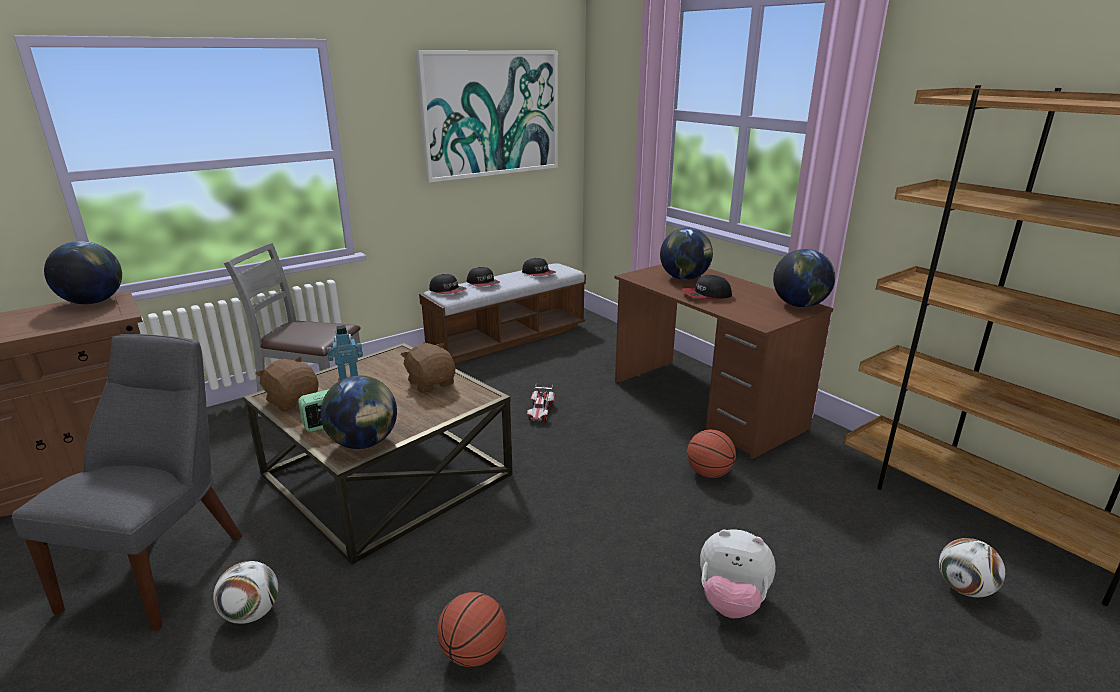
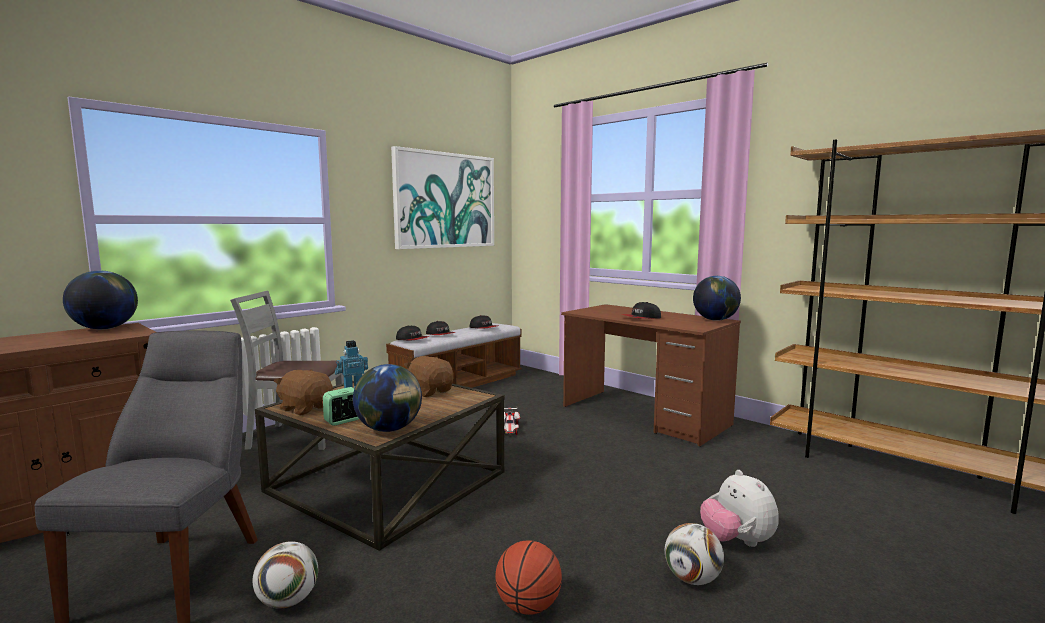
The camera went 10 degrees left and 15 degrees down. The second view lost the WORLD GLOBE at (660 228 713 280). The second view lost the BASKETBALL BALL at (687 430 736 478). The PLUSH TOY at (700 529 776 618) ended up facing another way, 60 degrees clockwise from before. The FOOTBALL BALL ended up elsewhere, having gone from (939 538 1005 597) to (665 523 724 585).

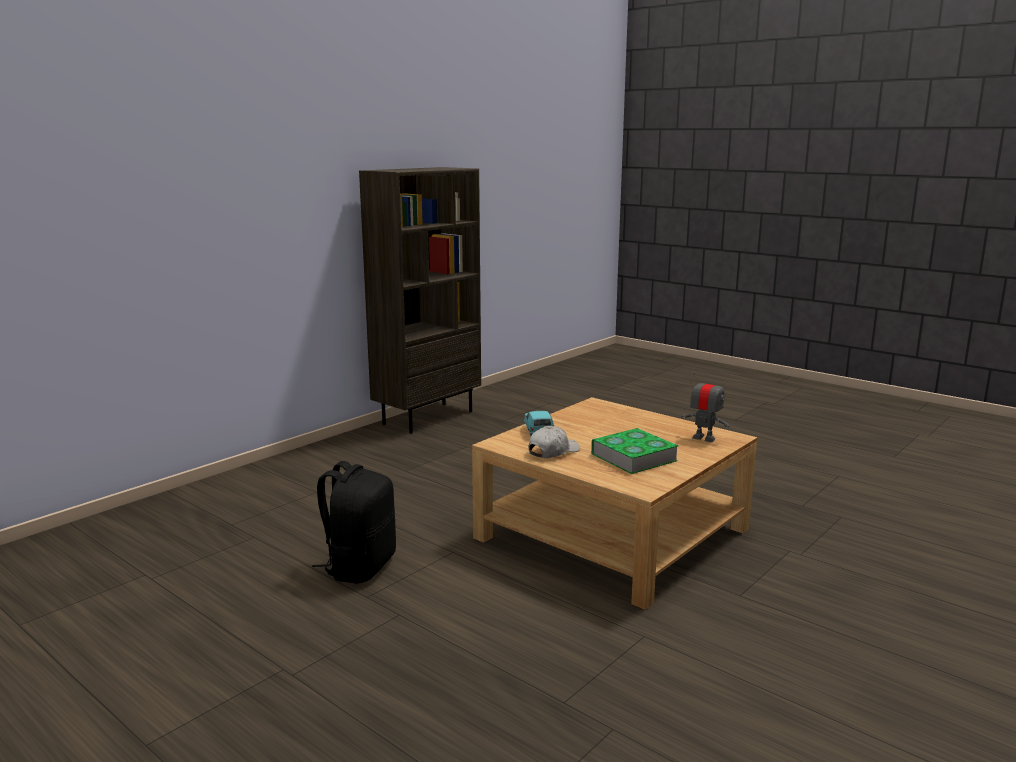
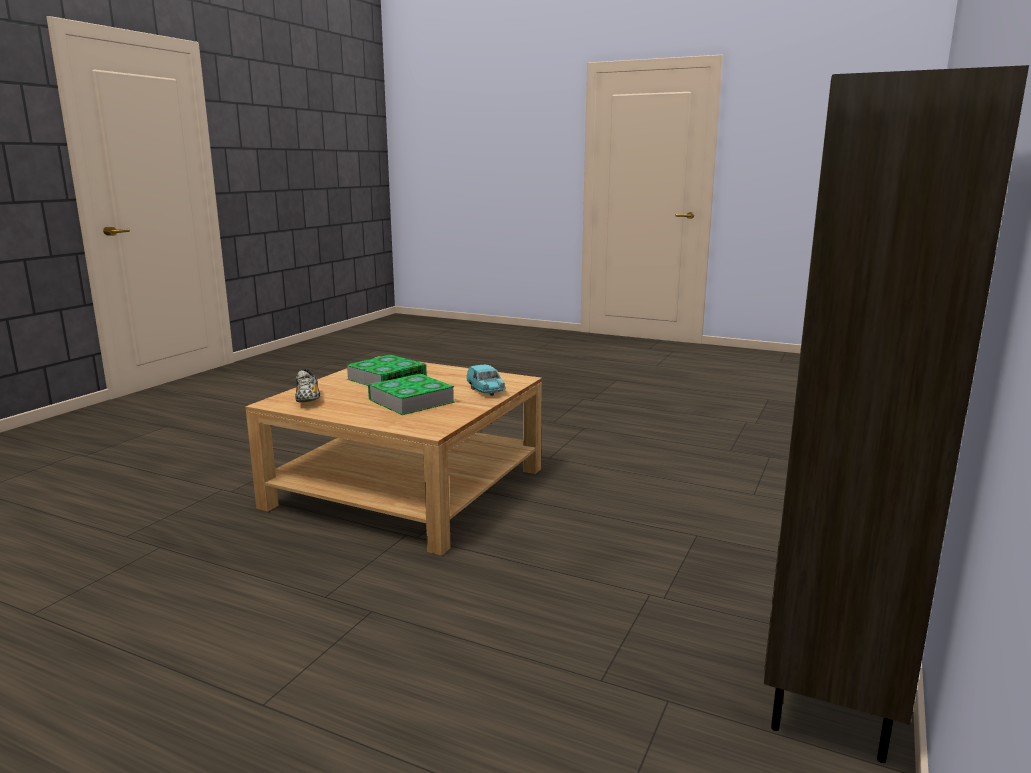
The camera went 165 degrees right and 0 degrees up. Where the TOY ROBOT stood at (681 373 730 442), the ITEM OF FOOTWEAR came to stand at (295 368 320 403). The second view lost the WHITISH PEAKED CAP at (529 426 580 458). The second view lost the BLACK BACKPACK at (312 461 396 583). The second view gained the BOUND BOOK at (368 374 455 415).

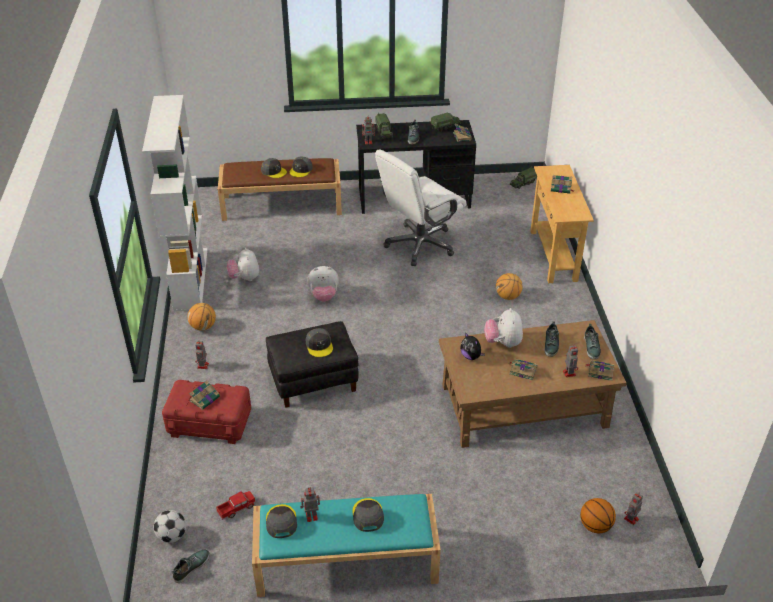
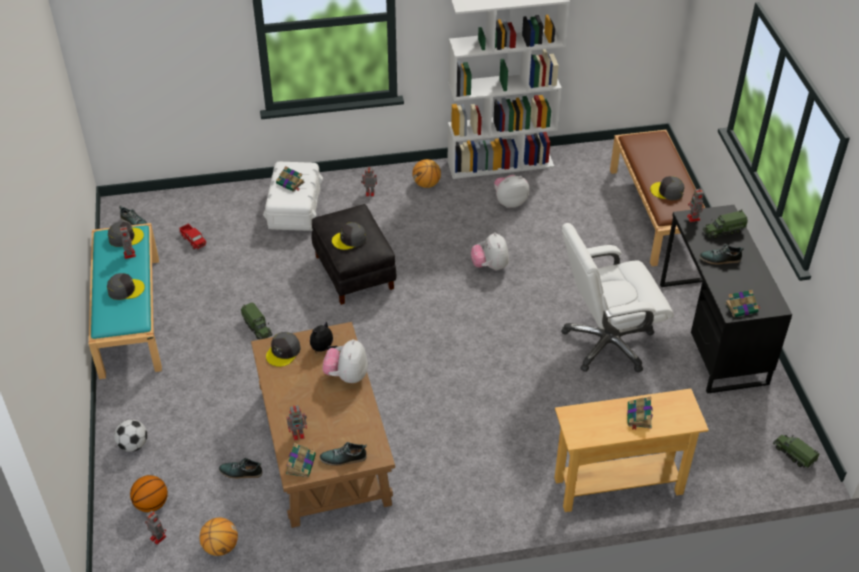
The camera went 85 degrees right and 5 degrees up. The MODEL TRUCK ended up elsewhere, having gone from (431 113 461 131) to (241 302 272 340). The WHITISH DESK CHAIR at (375 150 466 266) ended up facing another way, 60 degrees counterclockwise from before. The GRAY PEAKED CAP ended up elsewhere, having gone from (261 158 287 178) to (266 332 301 367). The BASKETBALL BALL ended up elsewhere, having gone from (496 273 523 300) to (199 518 238 556). The PLUSH TOY at (484 308 523 348) ended up facing another way, 75 degrees counterclockwise from before. The ITEM OF FOOTWEAR ended up elsewhere, having gone from (544 321 559 357) to (219 458 262 479). The second view lost the BOUND BOOK at (510 359 538 380). What was the REDDISH STORAGE BOX at (162 380 251 444) turned into the WHITISH STORAGE BOX at (263 162 323 231). The FOOTBALL BALL ended up elsewhere, having gone from (154 510 186 543) to (114 419 147 452).

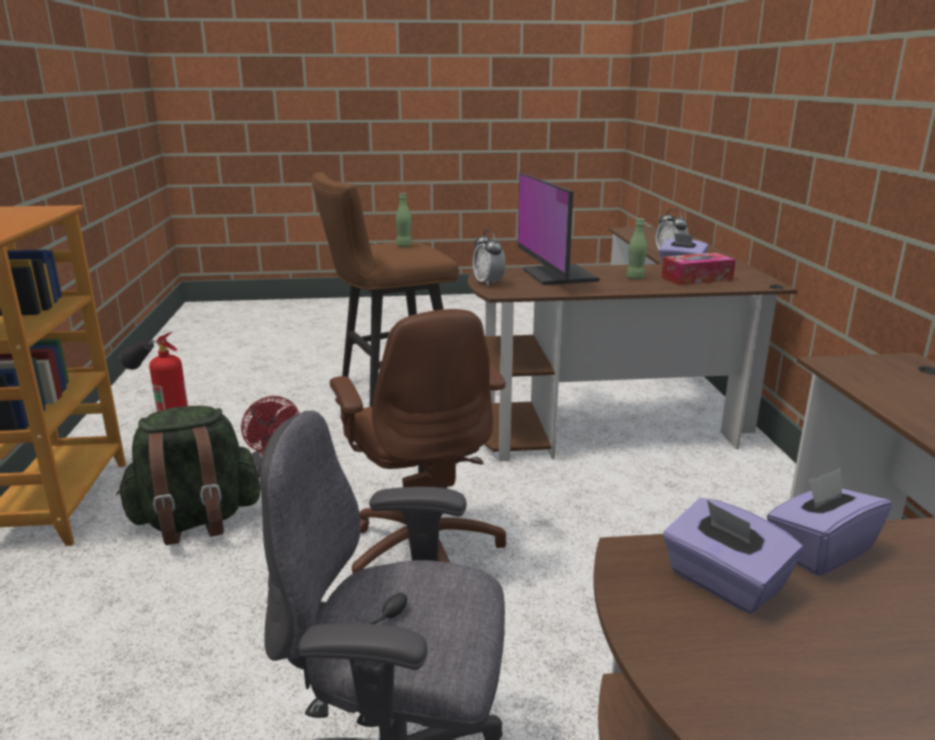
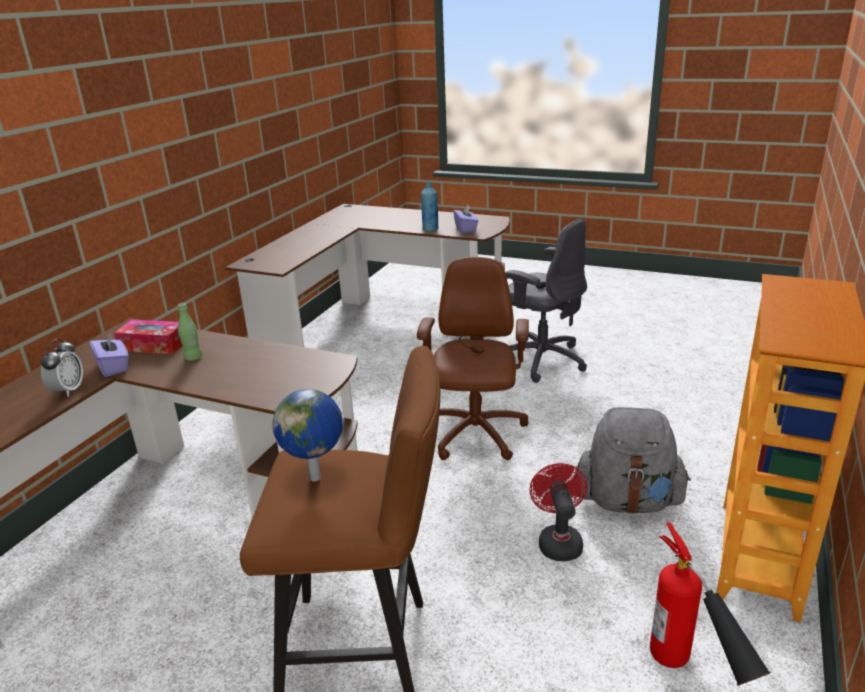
The camera went 150 degrees left and 5 degrees up. The second view lost the MONITOR at (518 173 600 285). Where the GREENISH BOTTLE stood at (396 193 412 247), the WORLD GLOBE came to stand at (272 389 342 482). The second view lost the BEDSIDE CLOCK at (473 230 505 287). What was the GREENISH BACKPACK at (116 406 260 545) turned into the GRAY BACKPACK at (575 407 691 514). Where the PURPLE TISSUE HOLDER stood at (767 468 892 576), the BLUE BOTTLE came to stand at (421 182 439 232).

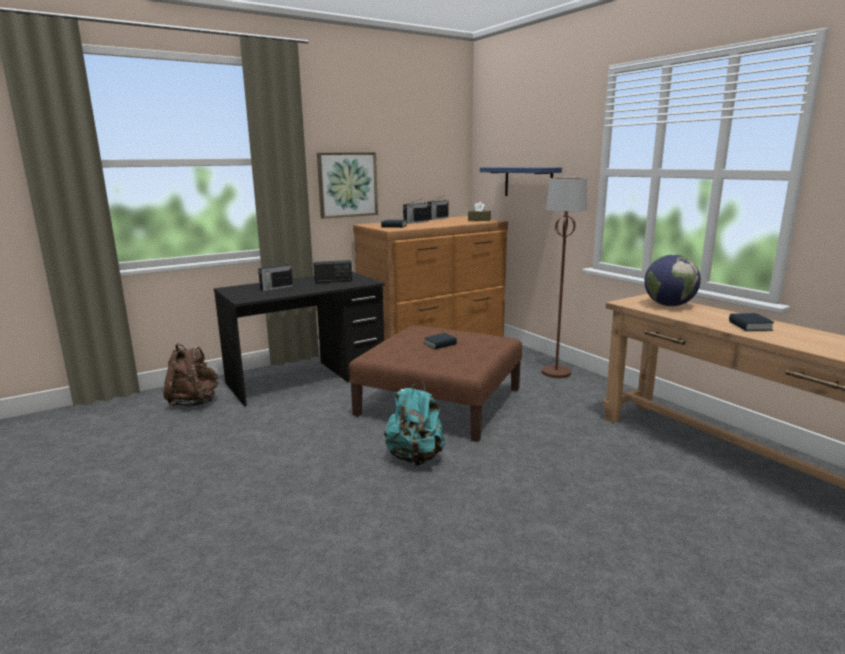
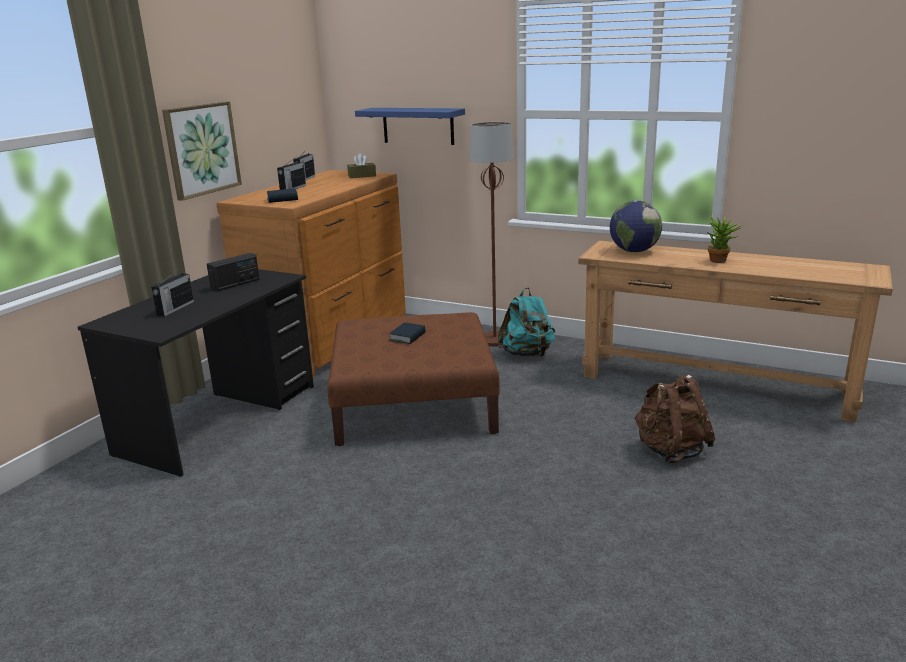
The camera went 30 degrees left and 5 degrees up. Where the BOUND BOOK stood at (729 313 774 331), the POTTED PLANT came to stand at (707 216 743 263). The BROWN BACKPACK ended up elsewhere, having gone from (164 343 218 407) to (635 375 715 464). The TURQUOISE BACKPACK ended up elsewhere, having gone from (384 380 445 466) to (498 288 555 357).

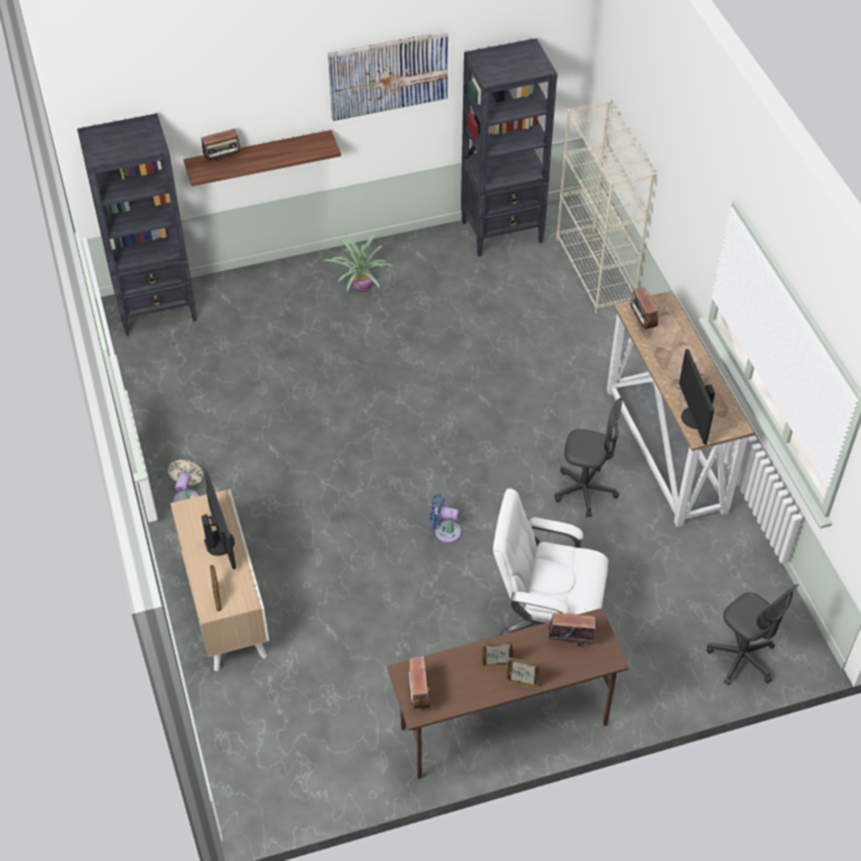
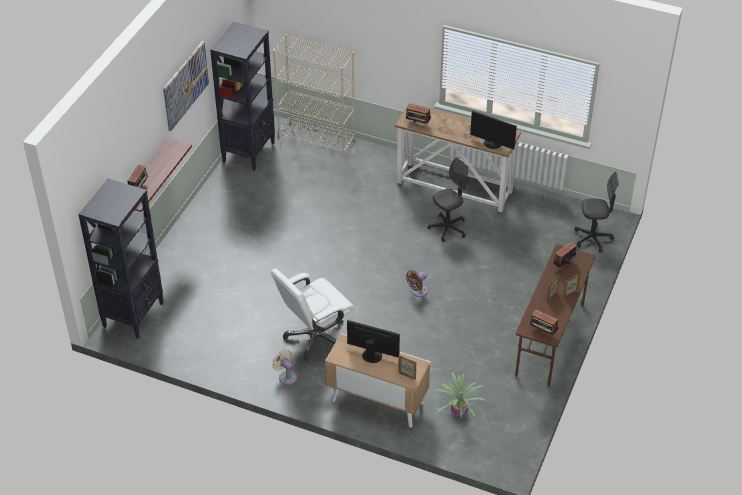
The camera went 50 degrees left and 5 degrees down. The POTTED PLANT ended up elsewhere, having gone from (323 234 393 292) to (435 372 487 418). The WHITISH DESK CHAIR ended up elsewhere, having gone from (493 488 608 636) to (271 269 355 361). What was the BLUE ELECTRIC FAN at (429 494 462 543) turned into the BROWN ELECTRIC FAN at (406 270 428 297).

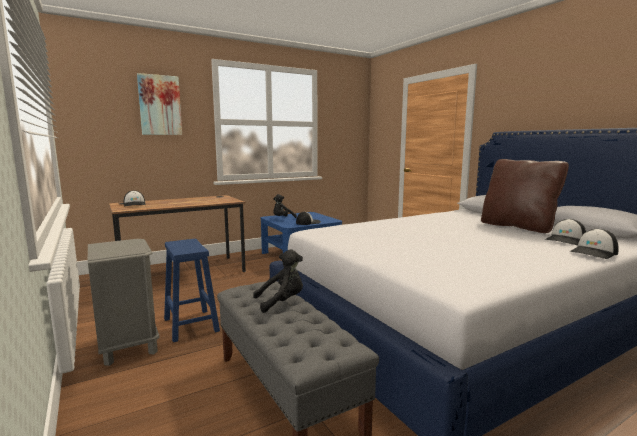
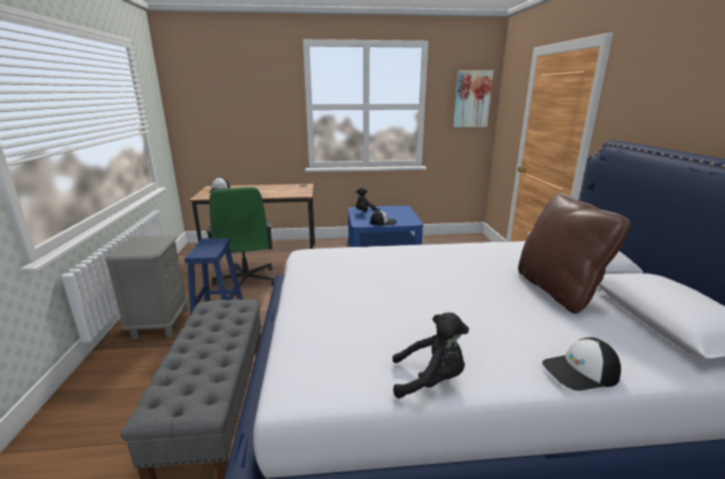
The camera went 25 degrees right and 10 degrees up. The WALL ART ended up elsewhere, having gone from (137 73 182 135) to (454 70 494 127). The second view lost the PEAKED CAP at (545 219 586 245). The BLACK PLUSH TOY ended up elsewhere, having gone from (253 249 303 313) to (393 313 469 398). The second view gained the GREENISH DESK CHAIR at (206 187 275 296).

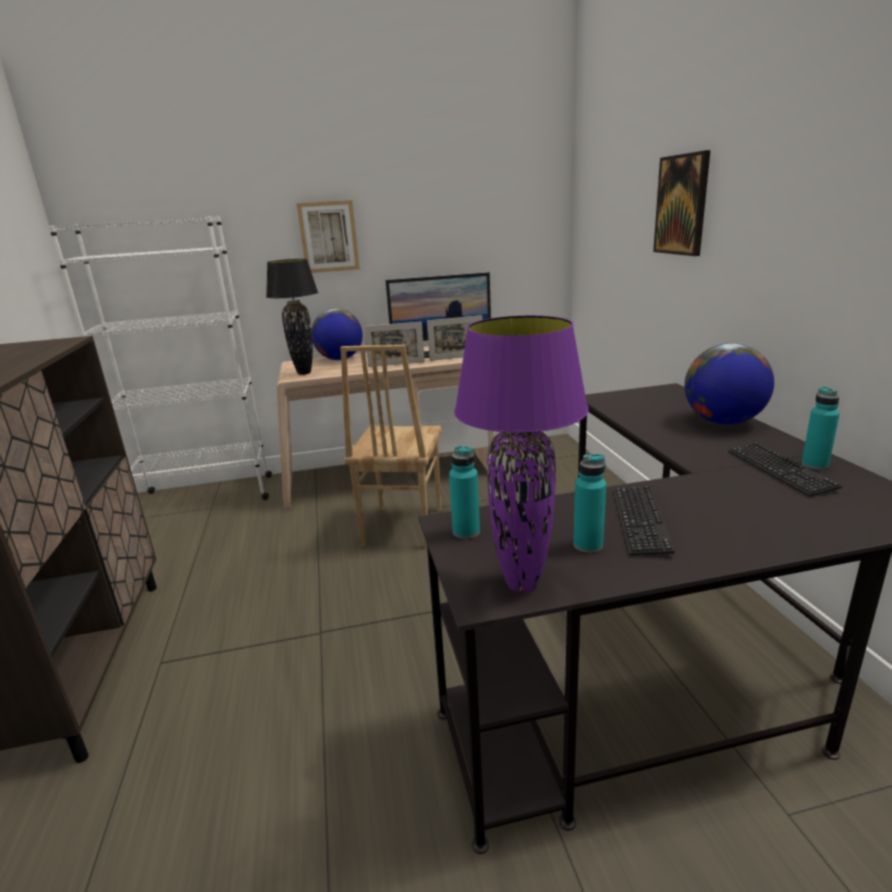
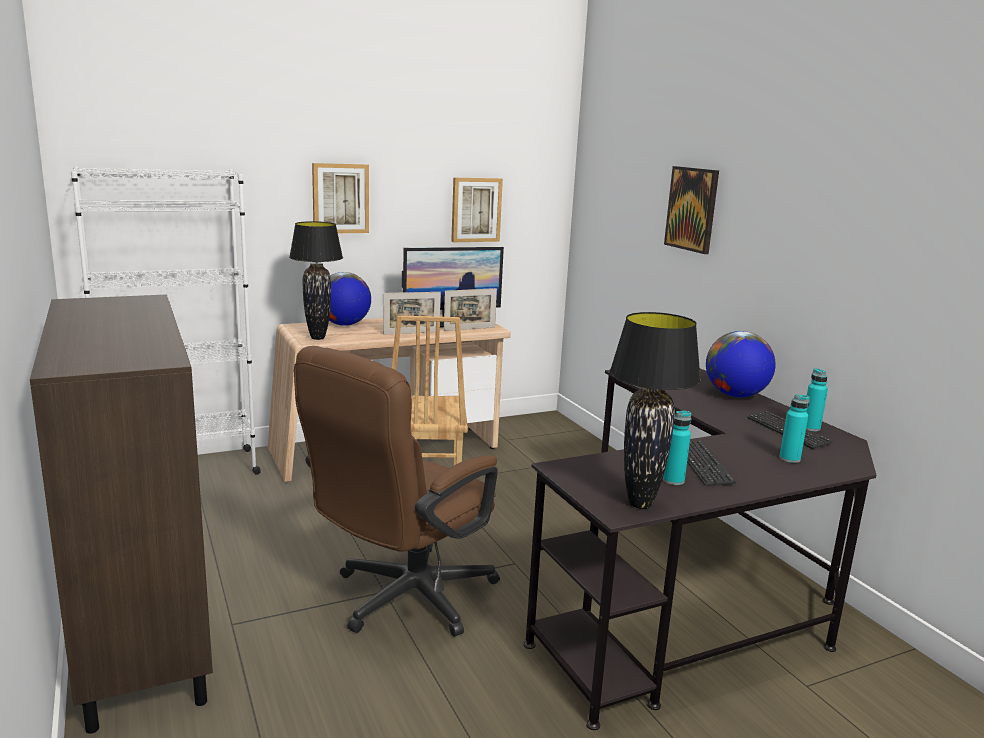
The camera went 15 degrees left and 5 degrees down. What was the PURPLE TABLE LAMP at (454 315 589 593) turned into the BLACK TABLE LAMP at (610 312 701 509). The TURQUOISE BOTTLE ended up elsewhere, having gone from (449 445 480 539) to (779 394 810 463). The second view gained the WALL ART at (451 178 503 242). The second view gained the BROWN DESK CHAIR at (294 346 500 637).

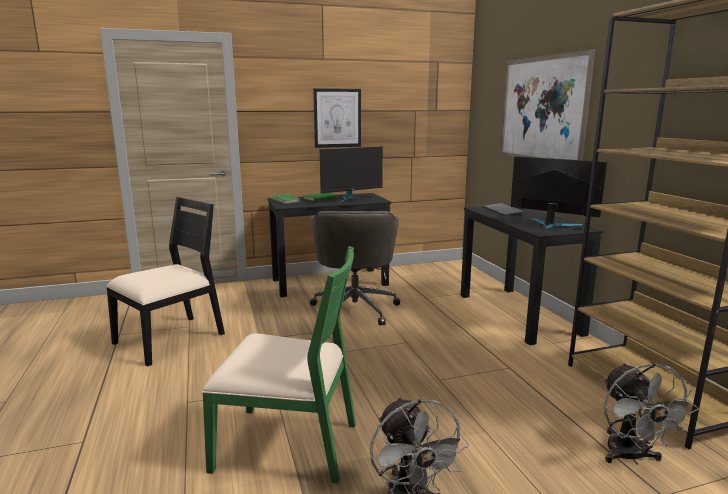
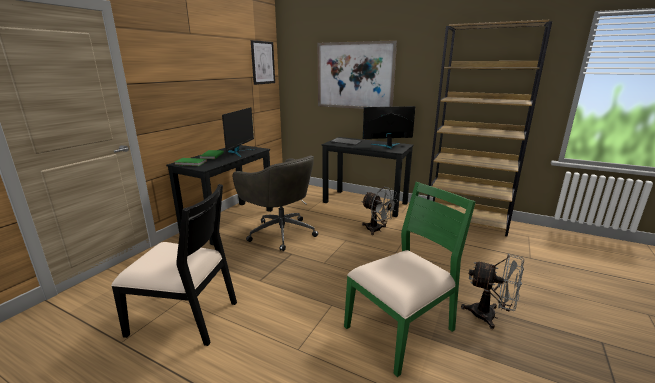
The camera went 45 degrees left and 5 degrees up. The WALL ART ended up elsewhere, having gone from (313 88 361 148) to (251 40 275 85). The BLACK CHAIR at (106 197 225 367) ended up facing another way, 105 degrees clockwise from before. The GRAY ELECTRIC FAN ended up elsewhere, having gone from (604 363 699 464) to (361 187 397 235).

